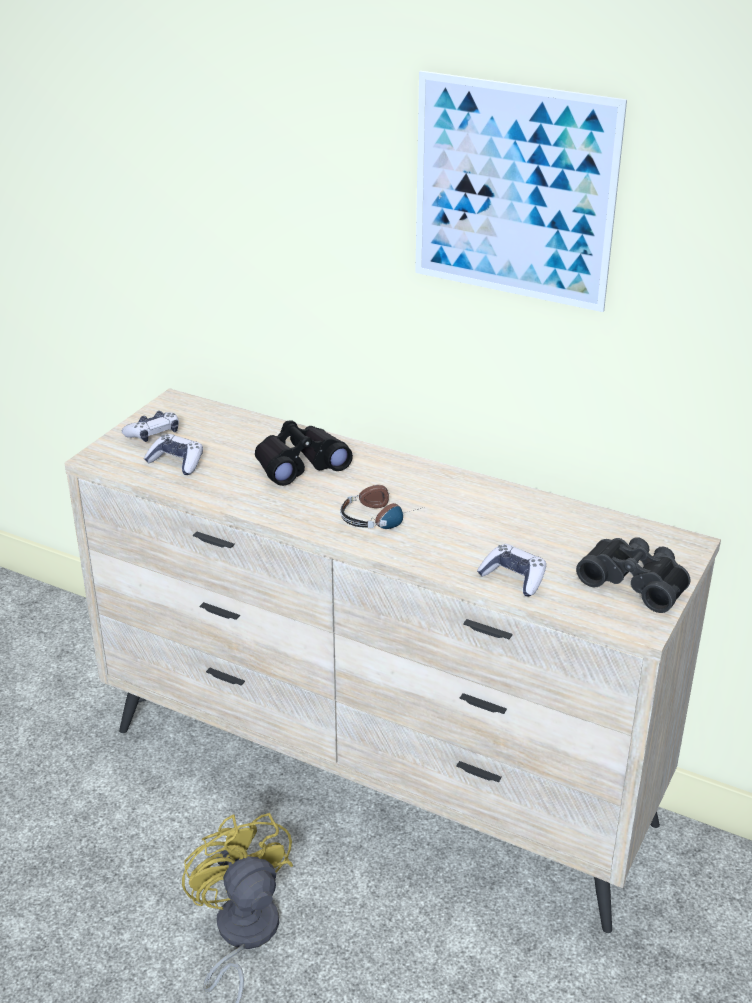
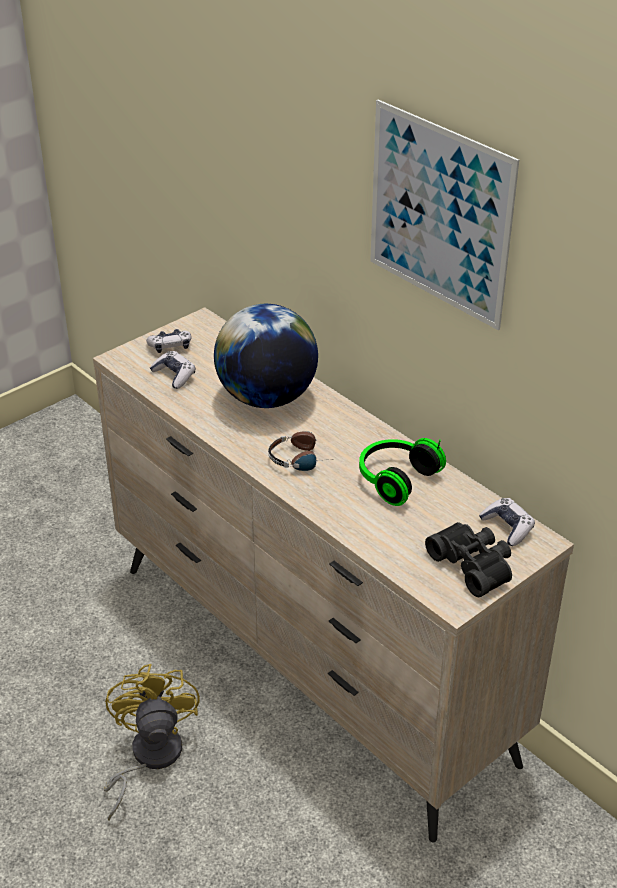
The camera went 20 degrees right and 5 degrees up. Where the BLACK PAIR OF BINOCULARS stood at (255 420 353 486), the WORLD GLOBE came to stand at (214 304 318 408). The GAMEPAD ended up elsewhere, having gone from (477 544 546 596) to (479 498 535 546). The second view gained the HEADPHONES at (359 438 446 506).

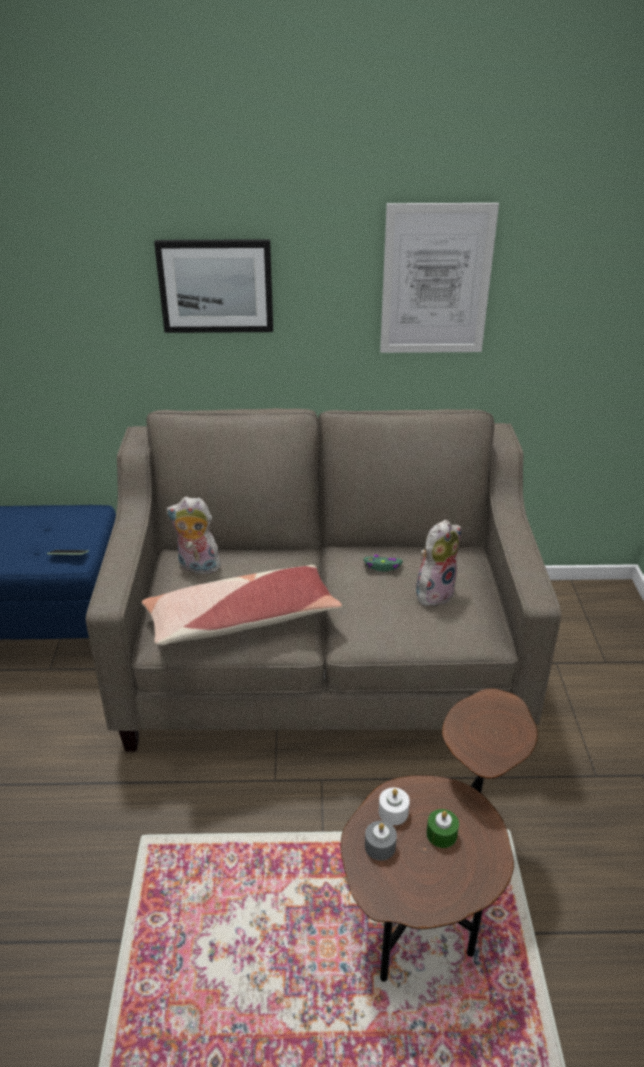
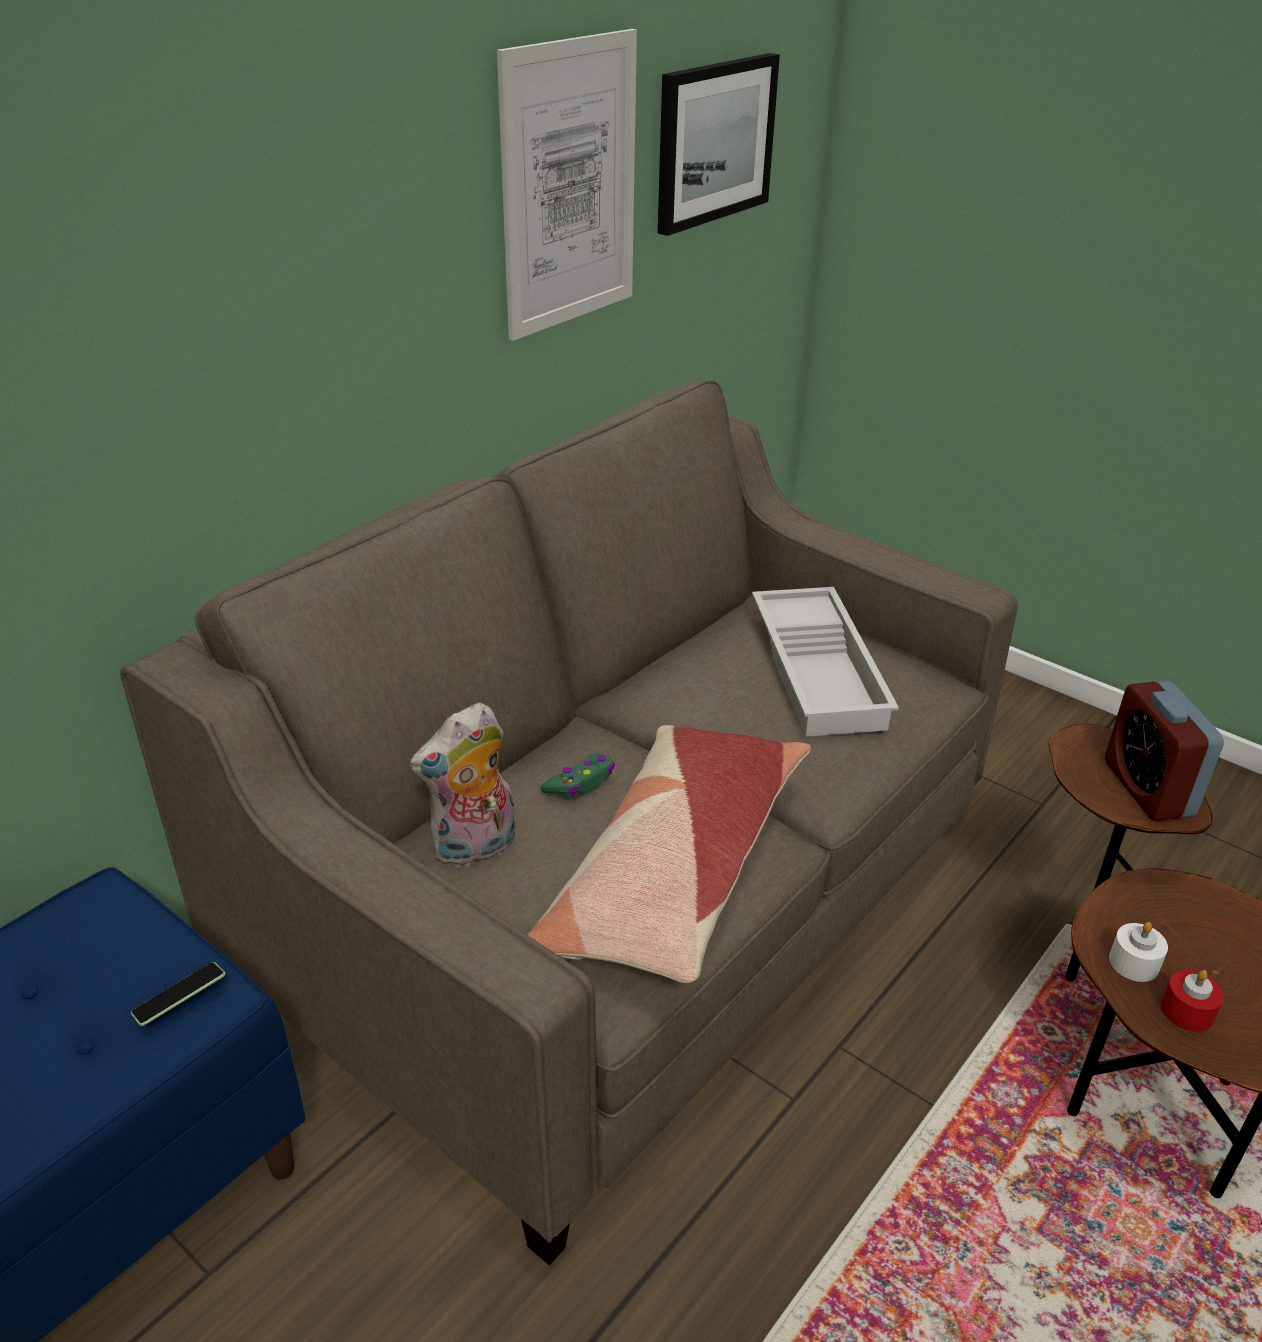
The camera went 50 degrees left and 0 degrees up. The WALL ART ended up elsewhere, having gone from (154 239 273 333) to (658 53 780 236). Where the PLUSH TOY stood at (416 520 461 606), the WHITISH SERVING TRAY came to stand at (752 587 899 737). The GREENISH GAMEPAD ended up elsewhere, having gone from (364 555 403 571) to (540 753 615 797). The second view lost the GREENISH CANDLE at (426 809 459 848). What was the GRAY CANDLE at (365 821 397 861) turned into the REDDISH CANDLE at (1161 970 1224 1032). The second view gained the BEDSIDE CLOCK at (1105 680 1224 821).

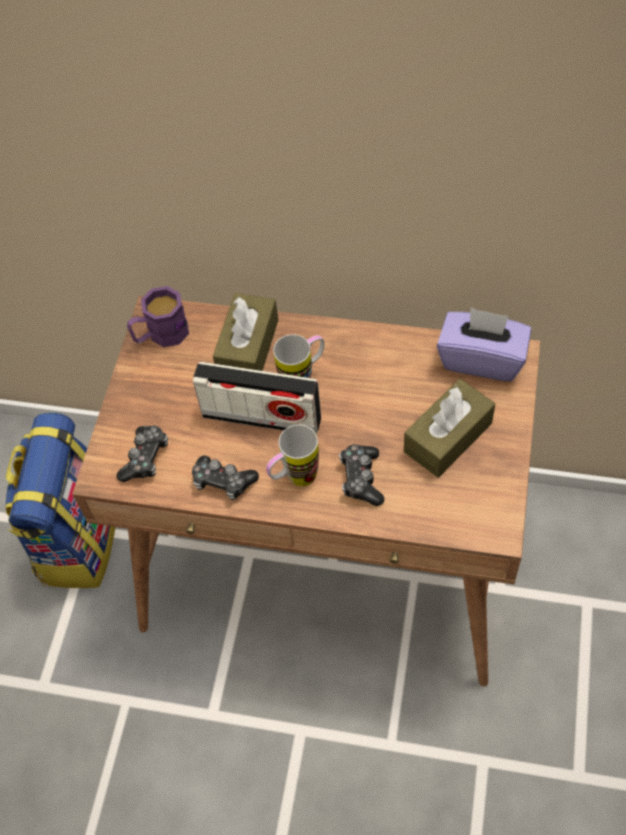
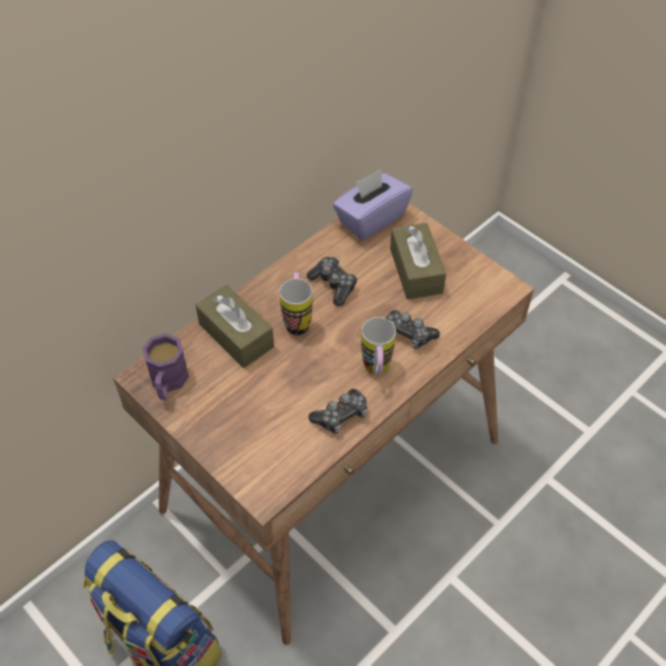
The camera went 60 degrees left and 5 degrees down. The second view lost the RADIO RECEIVER at (193 362 321 435). The GAMEPAD ended up elsewhere, having gone from (116 426 168 482) to (306 257 357 306).

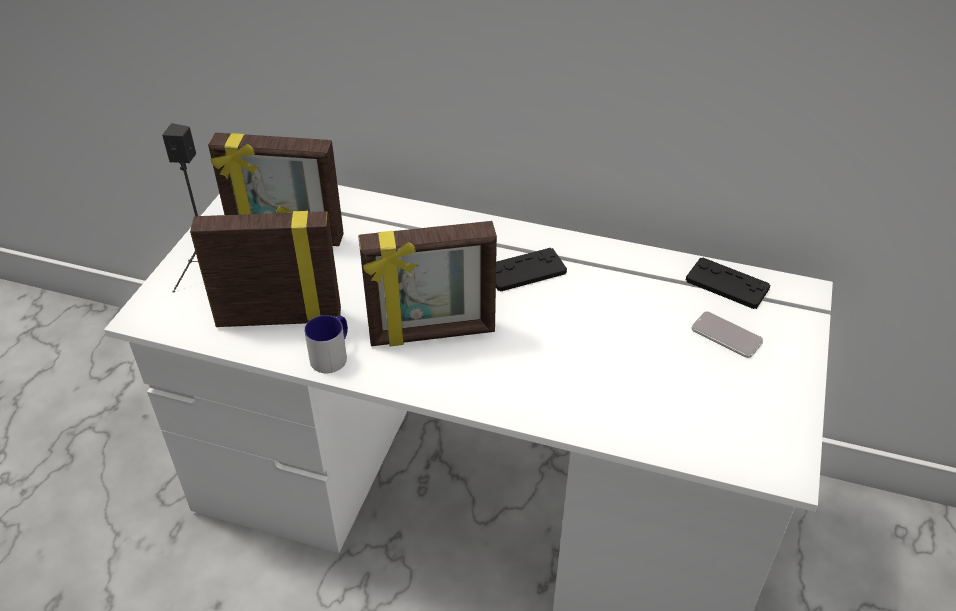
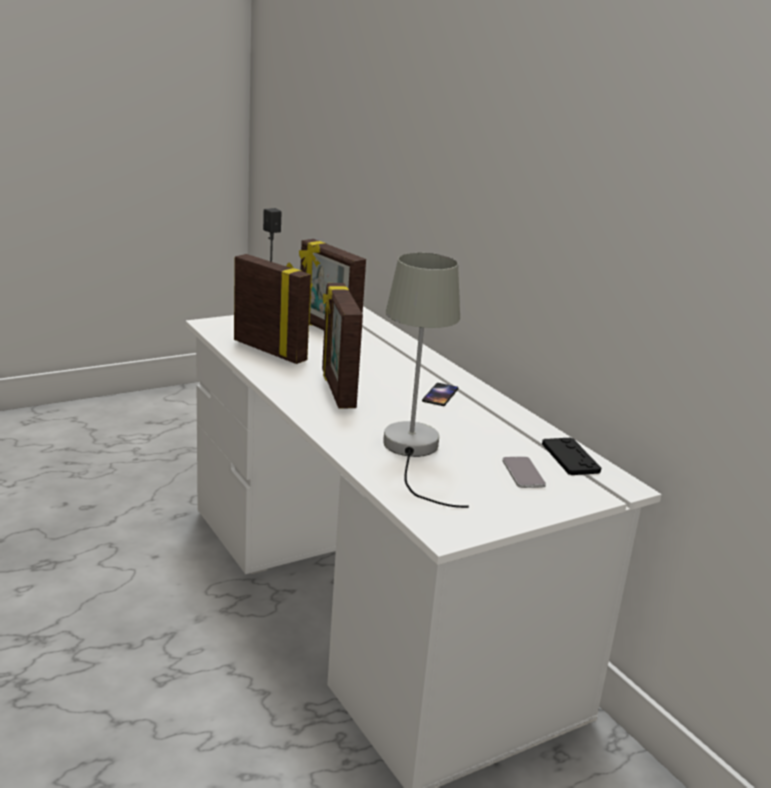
The camera went 40 degrees right and 20 degrees down. The PHOTO FRAME at (358 221 497 346) ended up facing another way, 45 degrees clockwise from before. Where the BLACK GAMEPAD stood at (496 248 567 292), the HANDSET came to stand at (422 383 459 406). The second view lost the TEA MUG at (304 315 348 373). The second view gained the GRAY TABLE LAMP at (383 253 469 508).

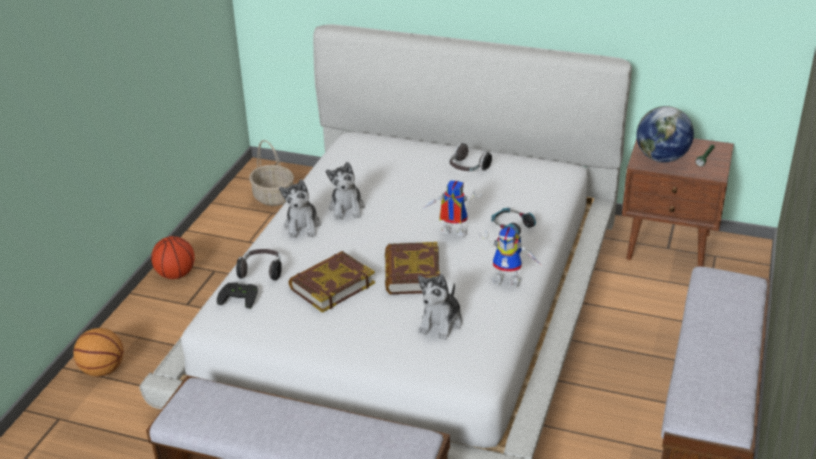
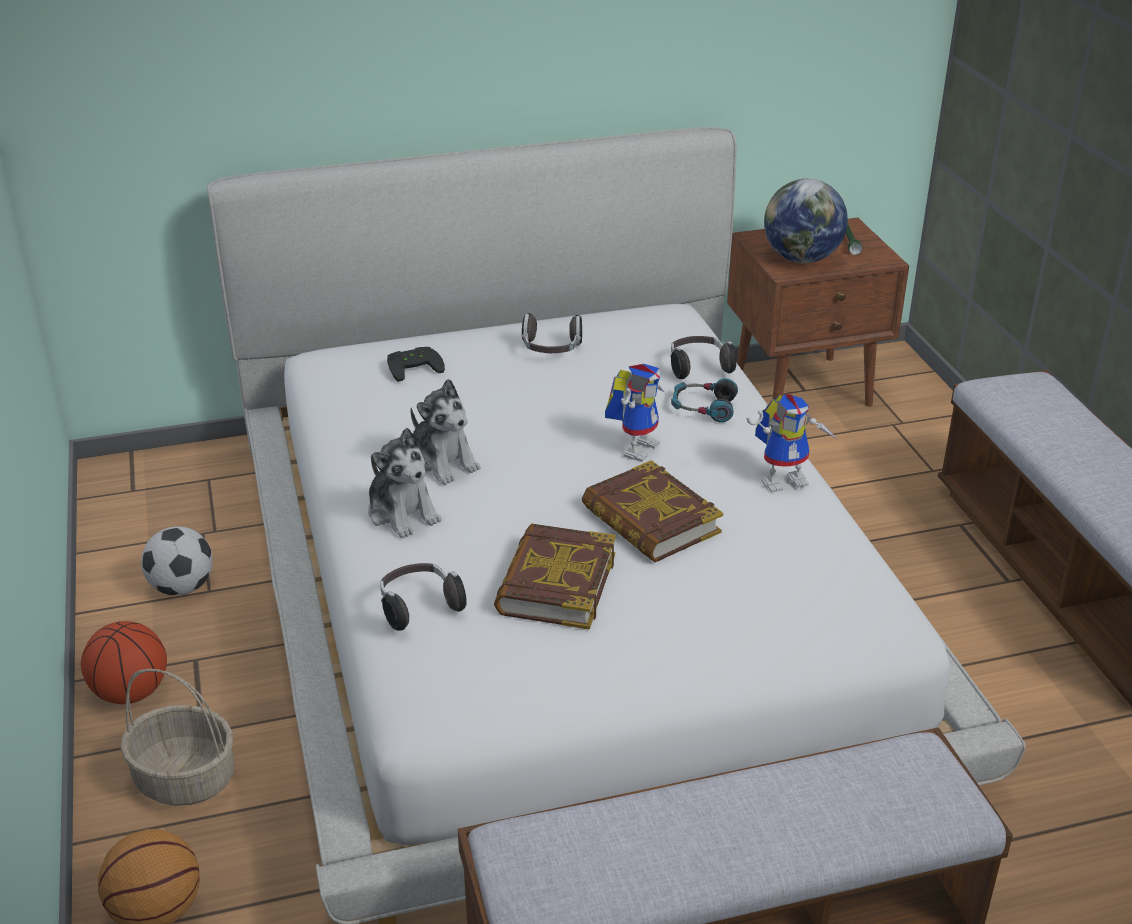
The camera went 35 degrees left and 0 degrees up. The HOUSEHOLD BASKET ended up elsewhere, having gone from (249 140 294 206) to (121 669 234 806). The TOY ROBOT at (424 180 482 237) ended up facing another way, 135 degrees clockwise from before. The second view lost the PLUSH TOY at (418 274 463 340). The BLACK GAMEPAD ended up elsewhere, having gone from (217 282 258 309) to (387 347 445 382). The second view gained the HEADPHONES at (670 336 737 379). The second view gained the FOOTBALL BALL at (141 526 213 596).

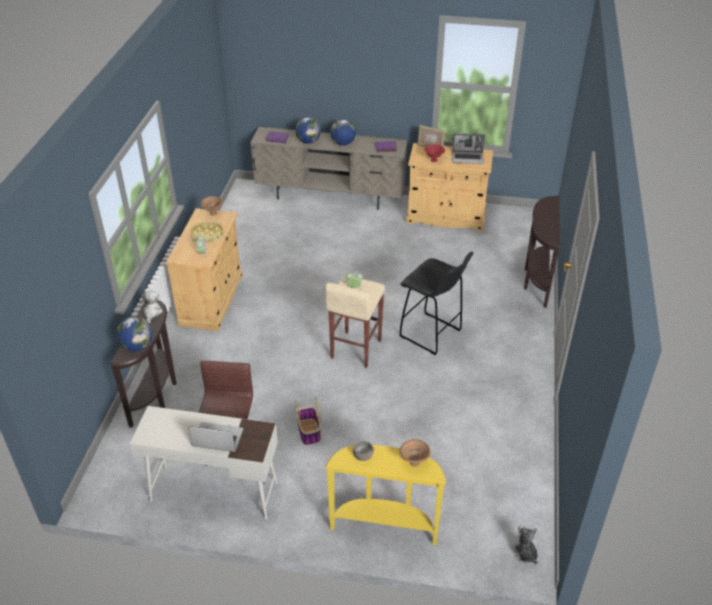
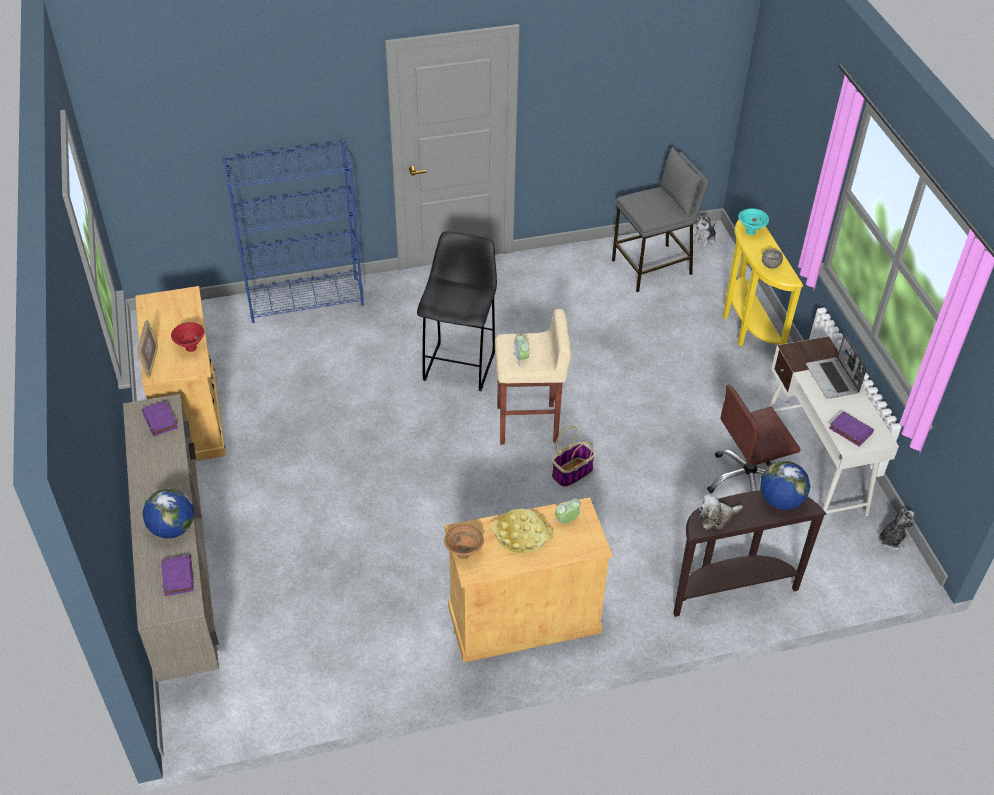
The camera went 115 degrees left and 5 degrees up. The second view lost the WORLD GLOBE at (330 119 356 146). The second view lost the NOTEBOOK COMPUTER at (452 133 485 164). Where the BROWN NARROW TABLE stood at (524 196 560 308), the BLUE BOOKSHELF came to stand at (223 141 364 323). The HOUSEHOLD BASKET ended up elsewhere, having gone from (296 397 321 446) to (552 426 596 487). What was the BROWN DEEP DISH at (399 439 431 467) turned into the TURQUOISE DEEP DISH at (739 208 769 235). The second view gained the GRAY SITTING STOOL at (612 147 709 292). The second view gained the PURPLE BOUND BOOK at (829 411 874 446). The second view gained the PLUSH TOY at (878 509 916 551).

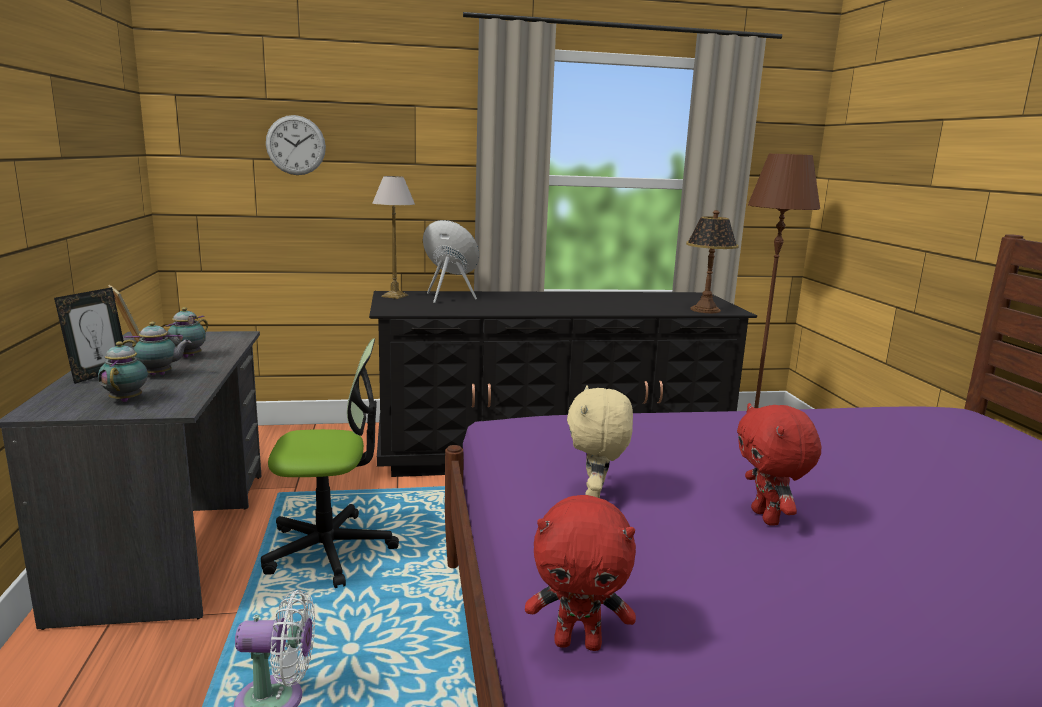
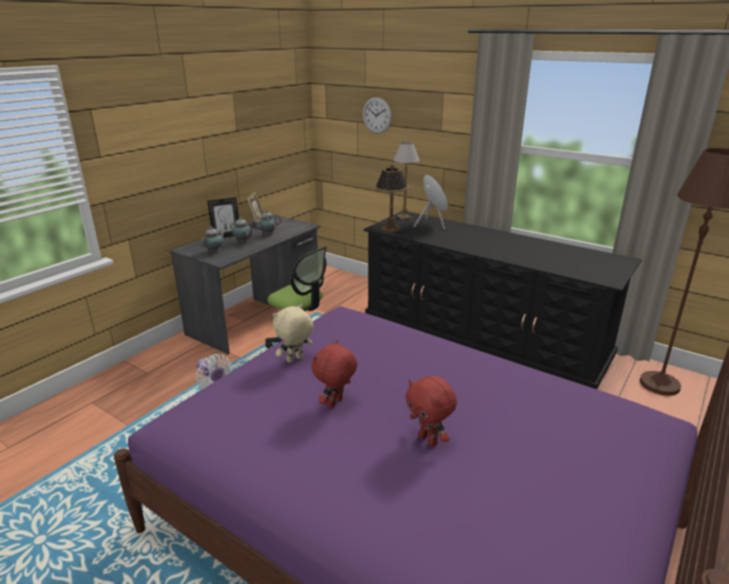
The camera went 45 degrees right and 10 degrees up. The TABLE LAMP ended up elsewhere, having gone from (686 210 739 313) to (375 165 409 232). The REDDISH PLUSH TOY ended up elsewhere, having gone from (525 495 636 651) to (405 376 457 447).

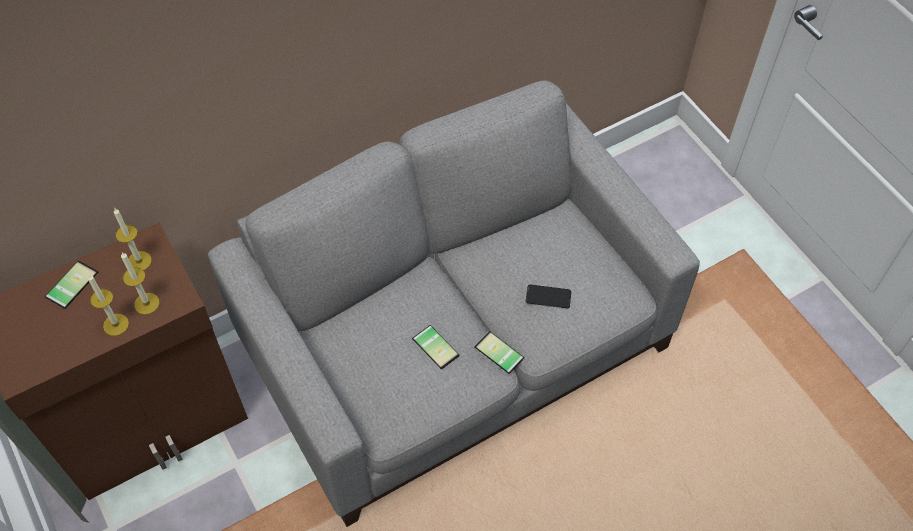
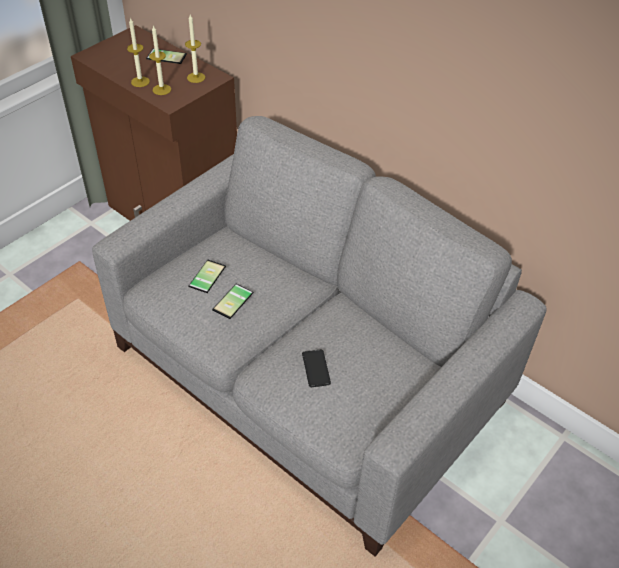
The camera went 70 degrees right and 10 degrees down. The HANDSET ended up elsewhere, having gone from (474 331 524 374) to (189 260 226 293).

